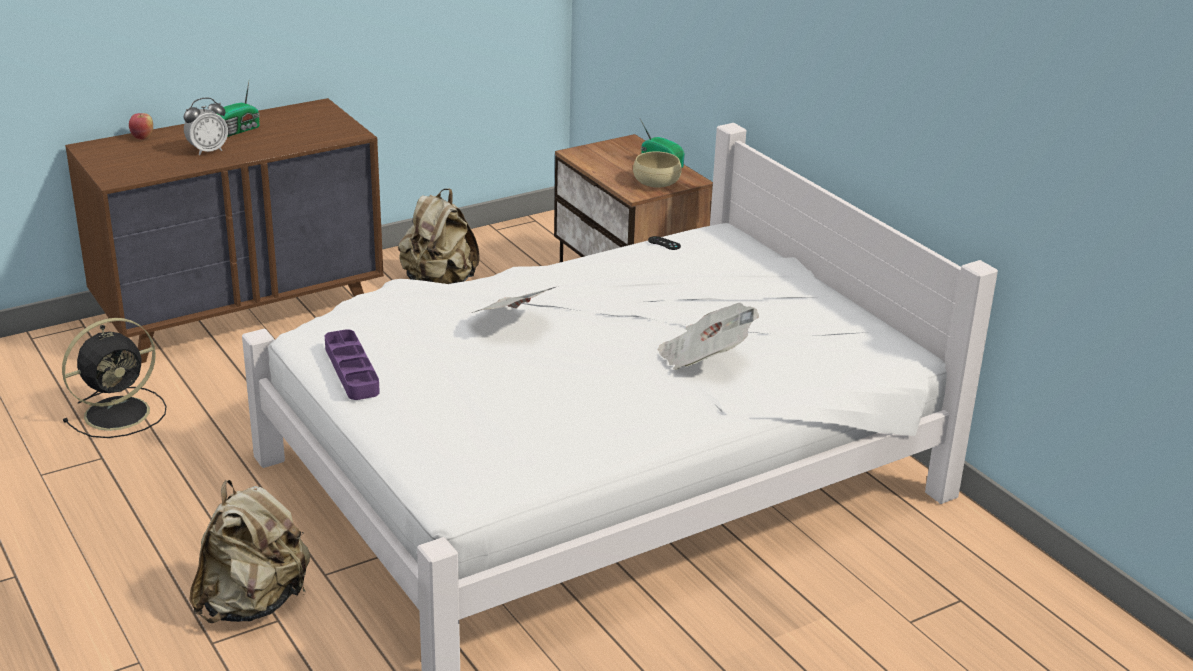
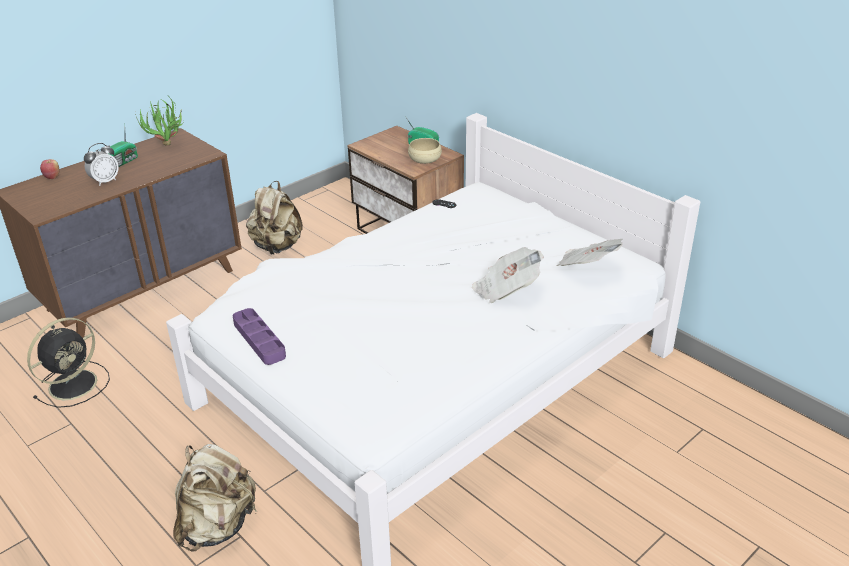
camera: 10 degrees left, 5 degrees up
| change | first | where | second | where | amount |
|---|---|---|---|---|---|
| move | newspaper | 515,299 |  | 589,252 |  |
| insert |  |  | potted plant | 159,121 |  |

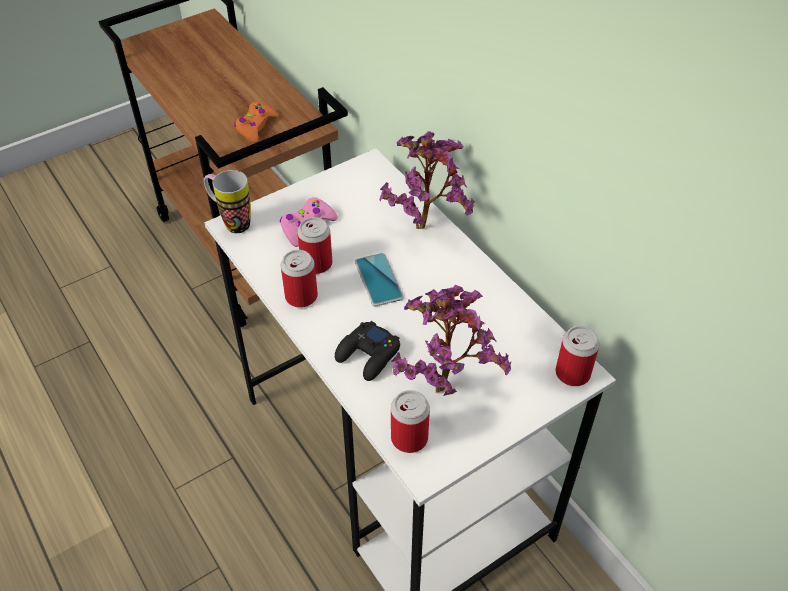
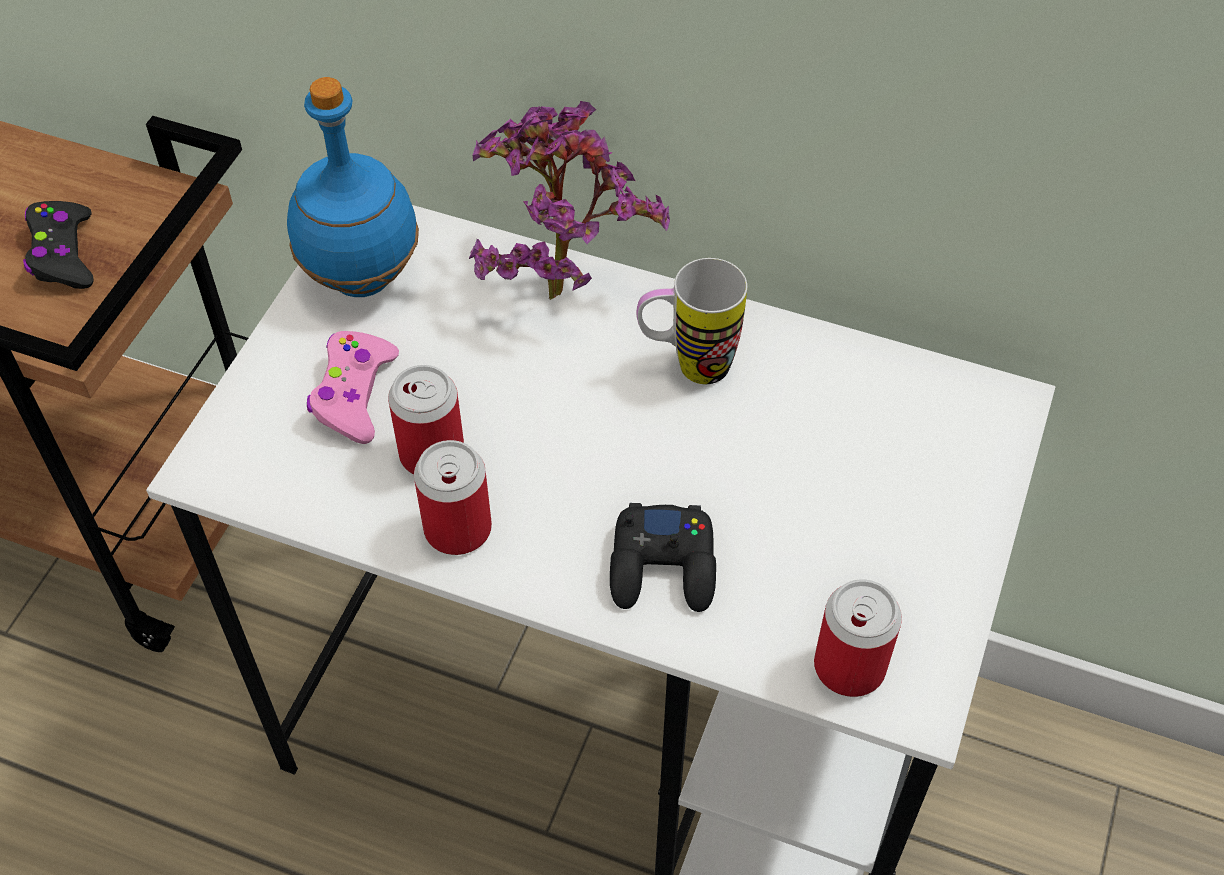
camera: 35 degrees left, 5 degrees up
| change | first | where | second | where | amount |
|---|---|---|---|---|---|
| recolor | game controller in orange | 256,123 | game controller in black | 58,245 |  |
| move | mug | 227,201 |  | 692,321 |  |
| delete | phone | 379,279 |  |  |  |
| delete | potted plant | 451,340 |  |  |  |
| delete | can | 577,356 |  |  |  |
| insert |  |  | bottle in blue | 353,187 |  |

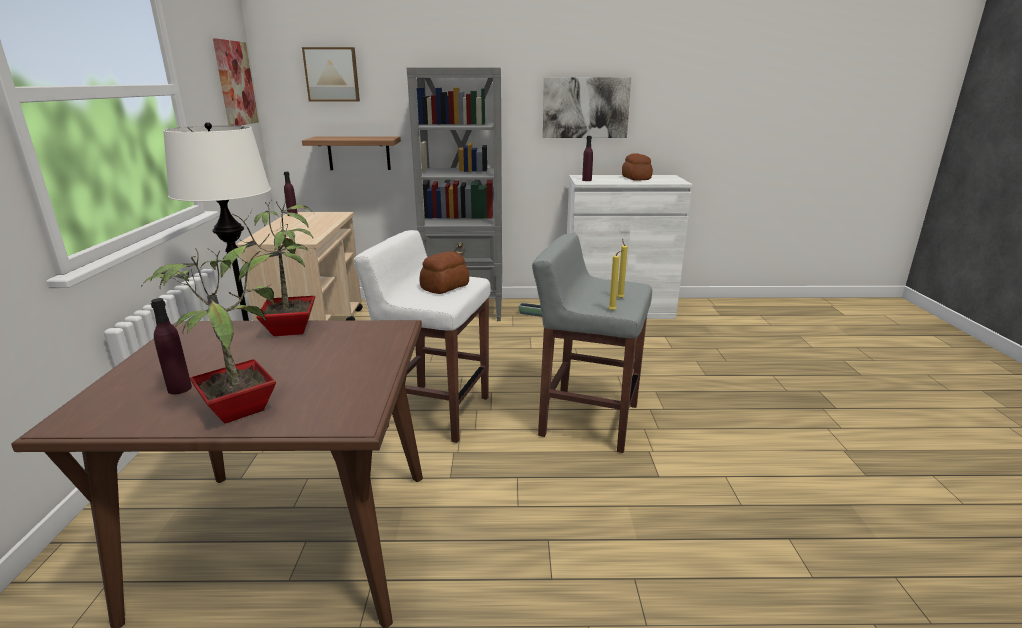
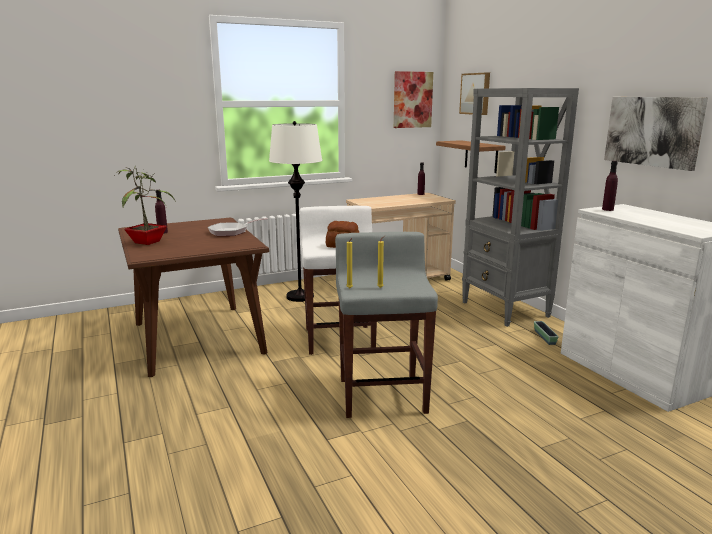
camera: 65 degrees right, 5 degrees down
| change | first | where | second | where | amount |
|---|---|---|---|---|---|
| delete | bread | 637,167 |  |  |  |
| replace | potted plant | 267,267 | frying pan | 238,227 |  |

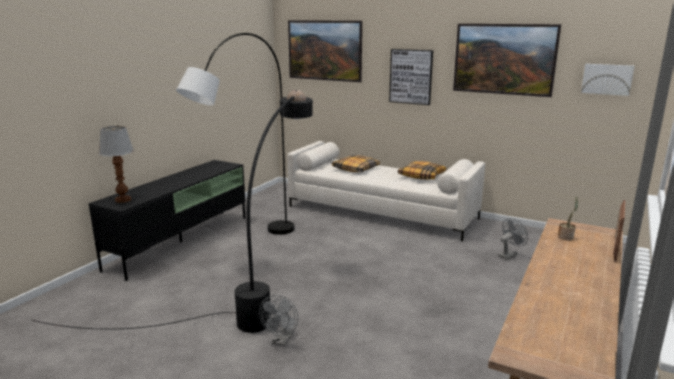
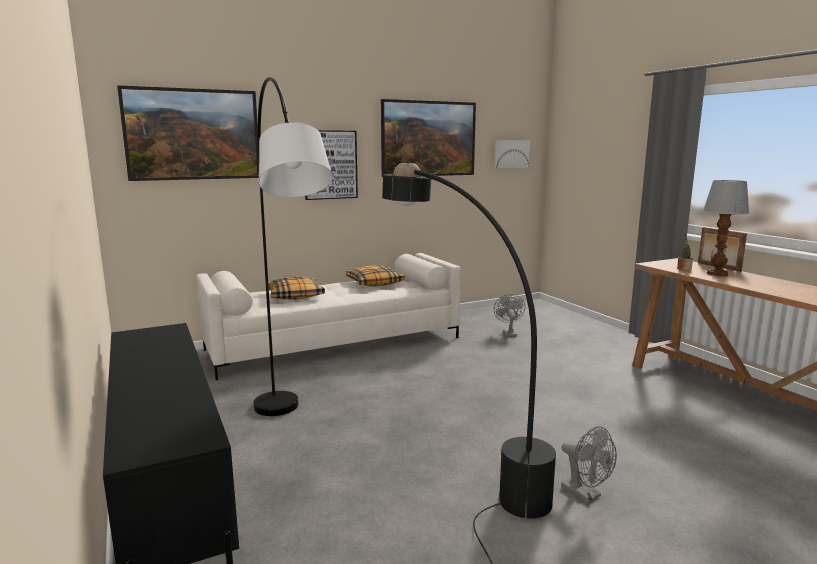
camera: 55 degrees left, 5 degrees down
| change | first | where | second | where | amount |
|---|---|---|---|---|---|
| move | table lamp | 116,164 |  | 726,228 |  |

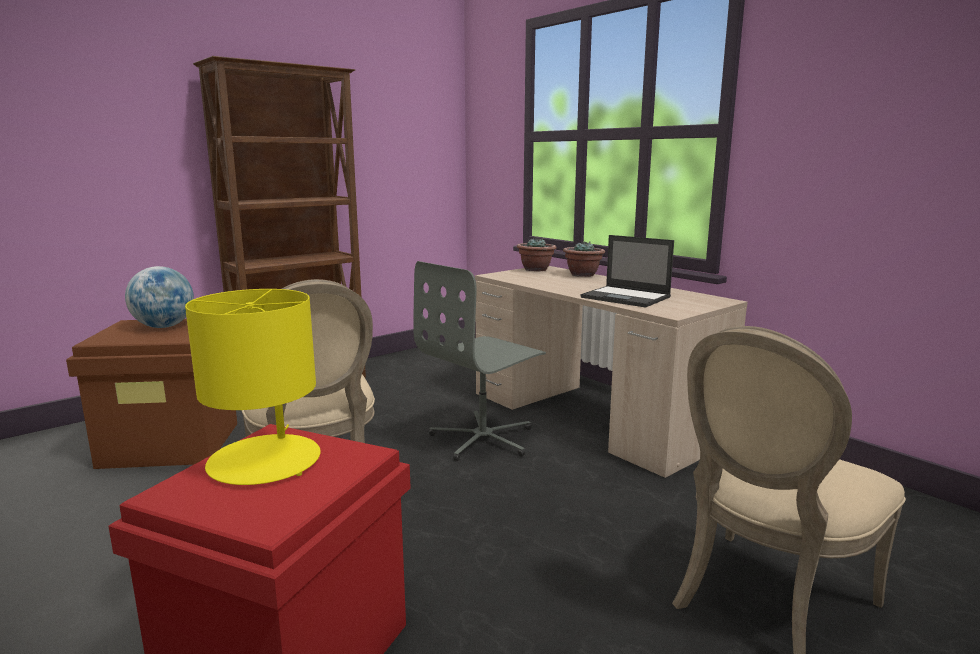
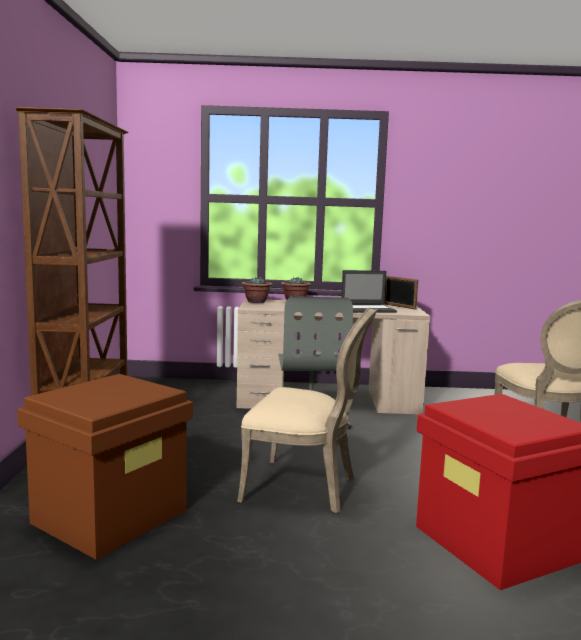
camera: 50 degrees left, 5 degrees down
| change | first | where | second | where | amount |
|---|---|---|---|---|---|
| delete | globe | 159,297 |  |  |  |
| delete | table lamp in yellow | 253,387 |  |  |  |
| insert |  |  | picture frame | 401,293 |  |

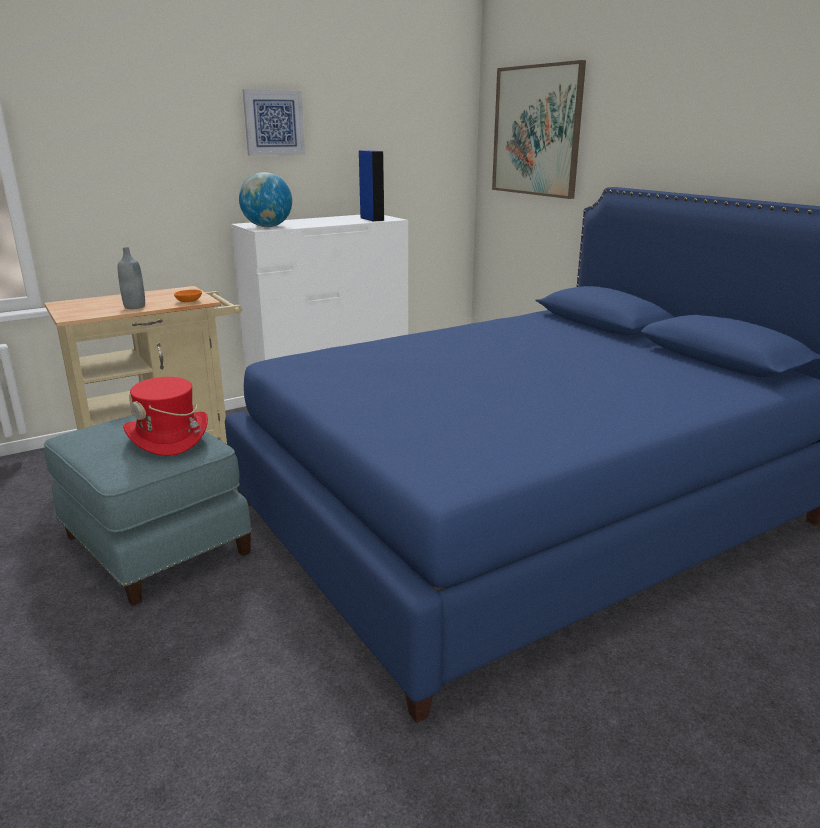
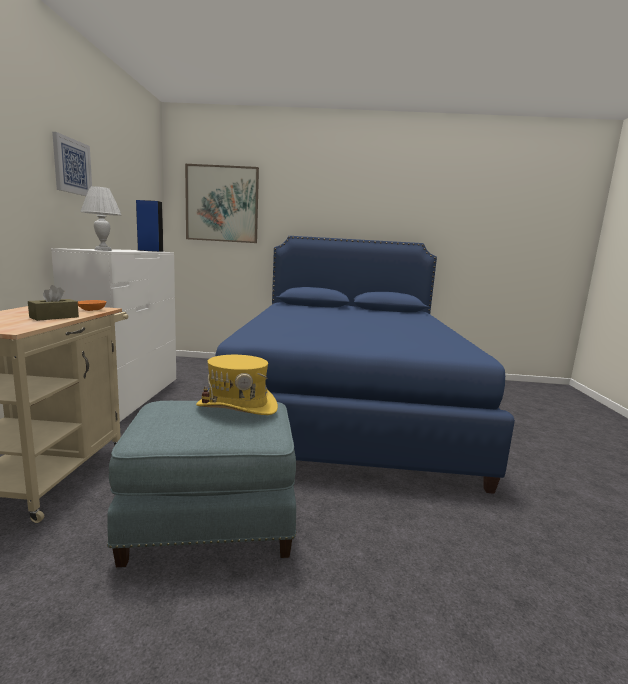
camera: 55 degrees left, 10 degrees down
| change | first | where | second | where | amount |
|---|---|---|---|---|---|
| replace | globe | 265,199 | table lamp in white | 100,218 |  |
| replace | bottle in grey | 131,278 | tissue box in brown | 53,303 |  |
| recolor | hat in red | 165,416 | hat in yellow | 237,385 |  |

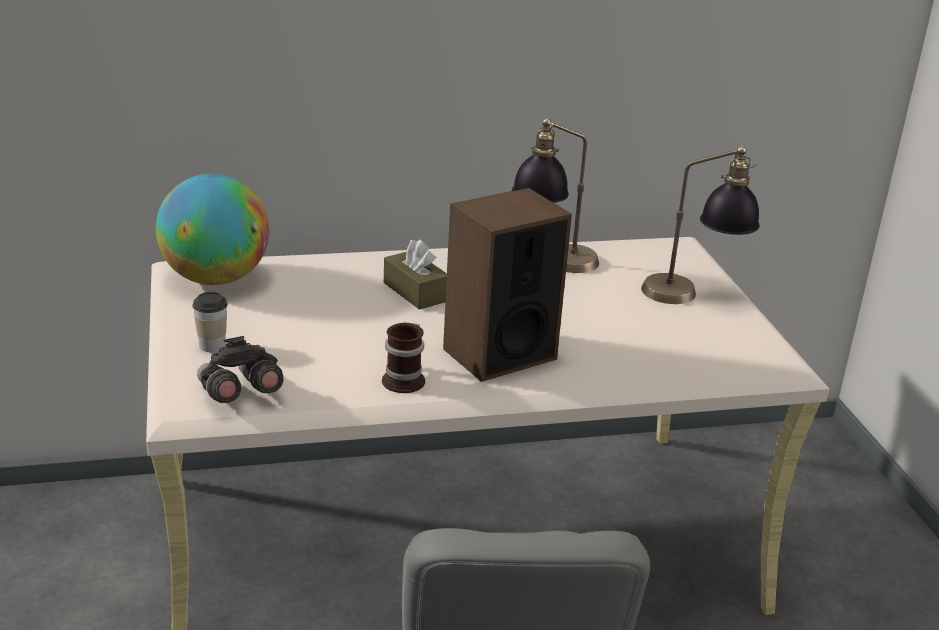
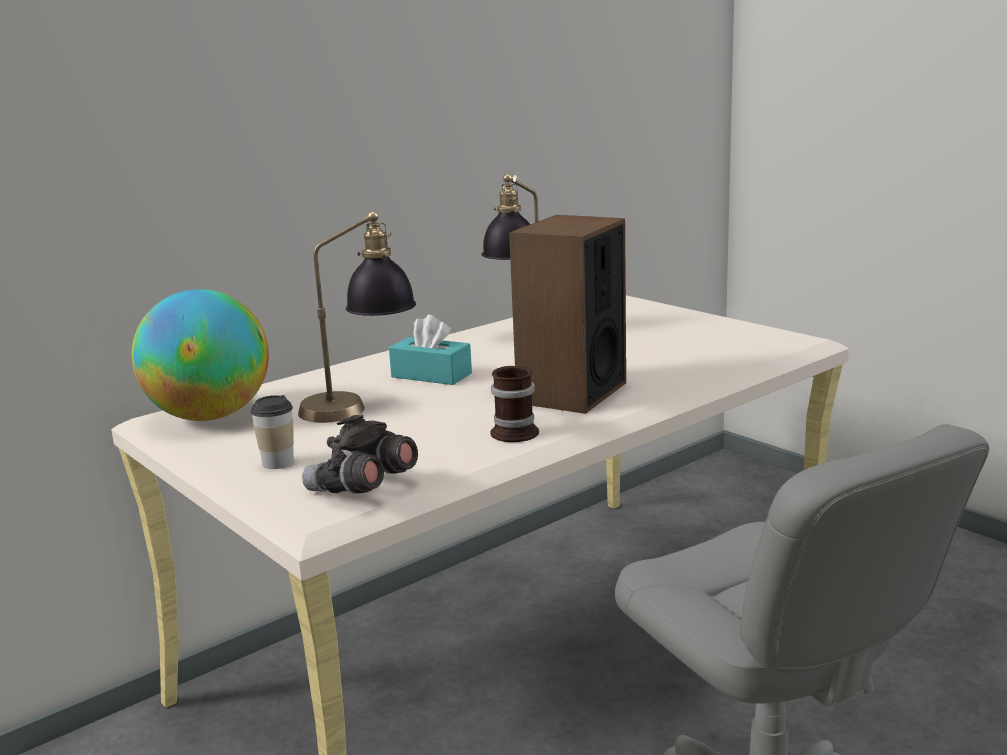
camera: 25 degrees left, 10 degrees down
| change | first | where | second | where | amount |
|---|---|---|---|---|---|
| move | table lamp | 700,224 |  | 357,317 |  |
| recolor | tissue box in brown | 415,275 | tissue box in turquoise | 430,350 |  |

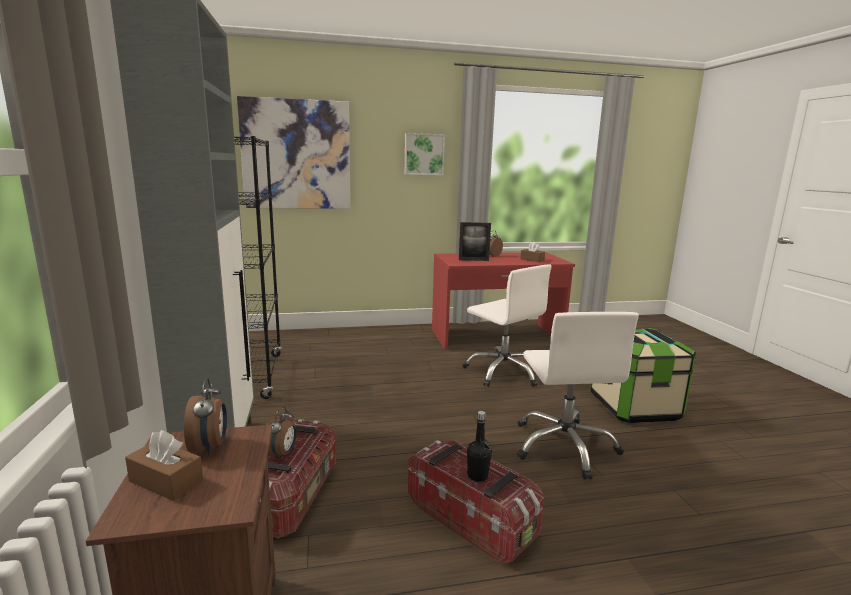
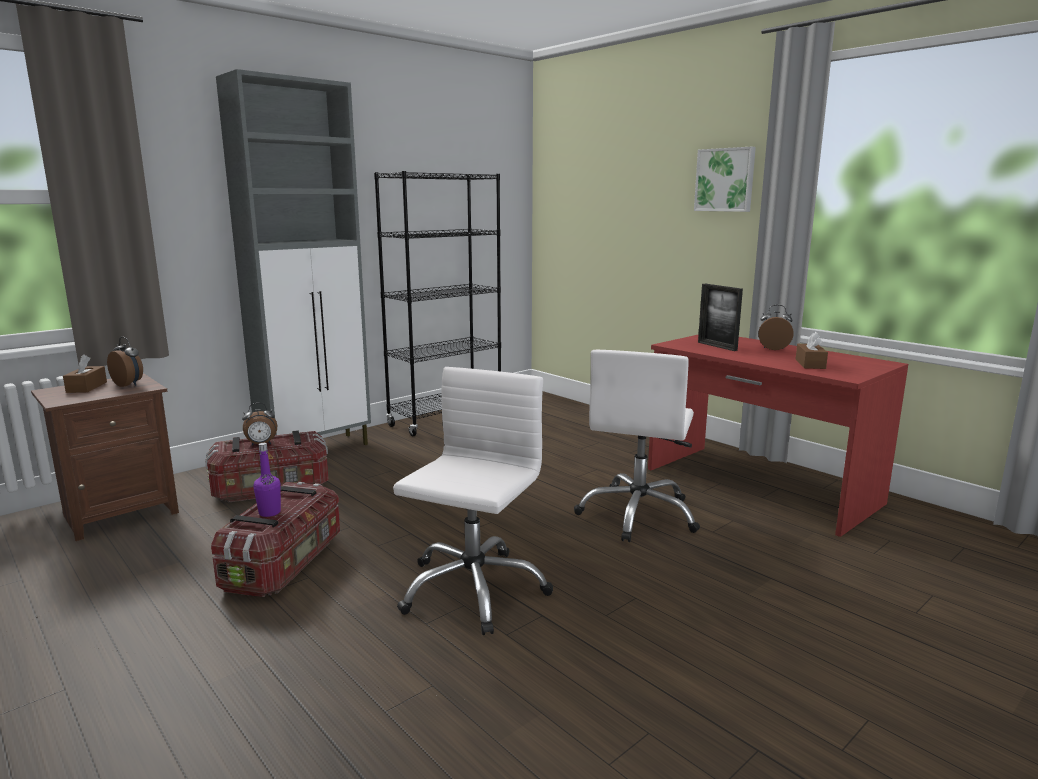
camera: 60 degrees right, 0 degrees up
| change | first | where | second | where | amount |
|---|---|---|---|---|---|
| delete | picture | 294,152 |  |  |  |
| rotate | office chair in white | 578,396 |  | 473,501 | 150 degrees clockwise |
| delete | storage box | 643,375 |  |  |  |
| rotate | alarm clock | 205,416 |  | 125,362 | 105 degrees counterclockwise |
| recolor | bottle in black | 479,446 | bottle in purple | 267,480 |  |

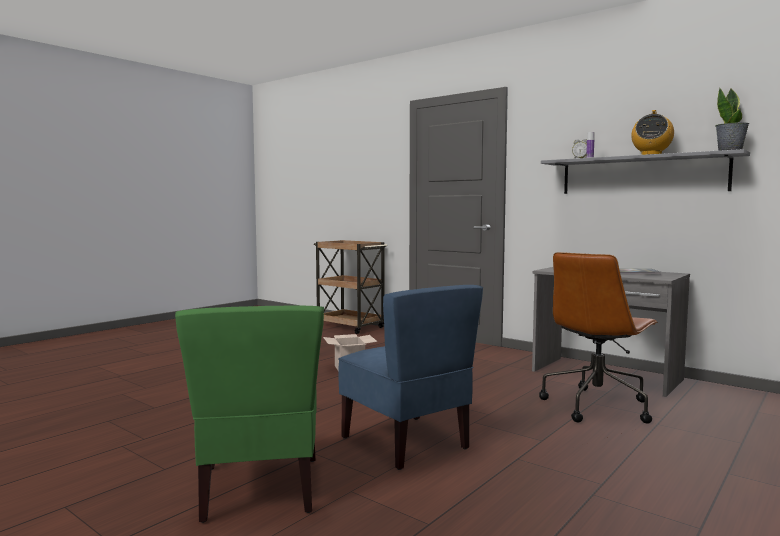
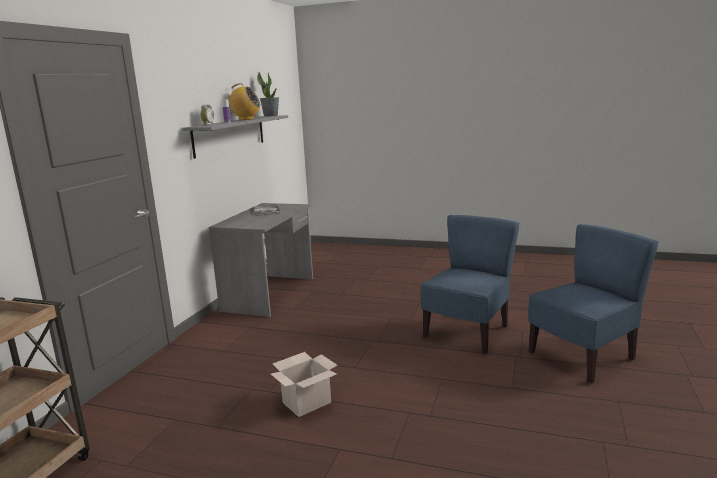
camera: 110 degrees left, 10 degrees up
| change | first | where | second | where | amount |
|---|---|---|---|---|---|
| delete | office chair in brown | 598,338 |  |  |  |
| recolor | chair in green | 249,414 | chair in blue | 593,304 |  |

